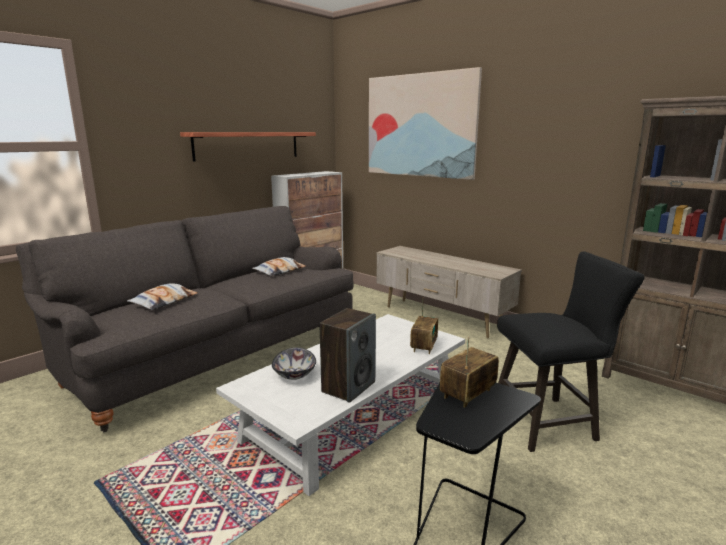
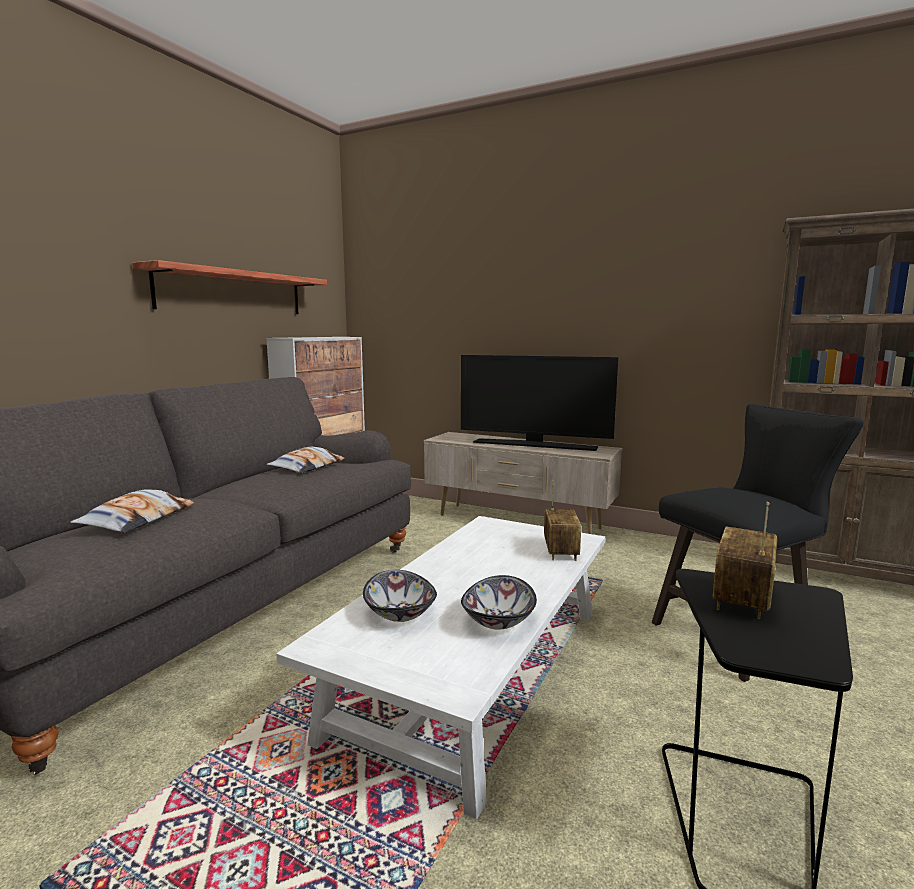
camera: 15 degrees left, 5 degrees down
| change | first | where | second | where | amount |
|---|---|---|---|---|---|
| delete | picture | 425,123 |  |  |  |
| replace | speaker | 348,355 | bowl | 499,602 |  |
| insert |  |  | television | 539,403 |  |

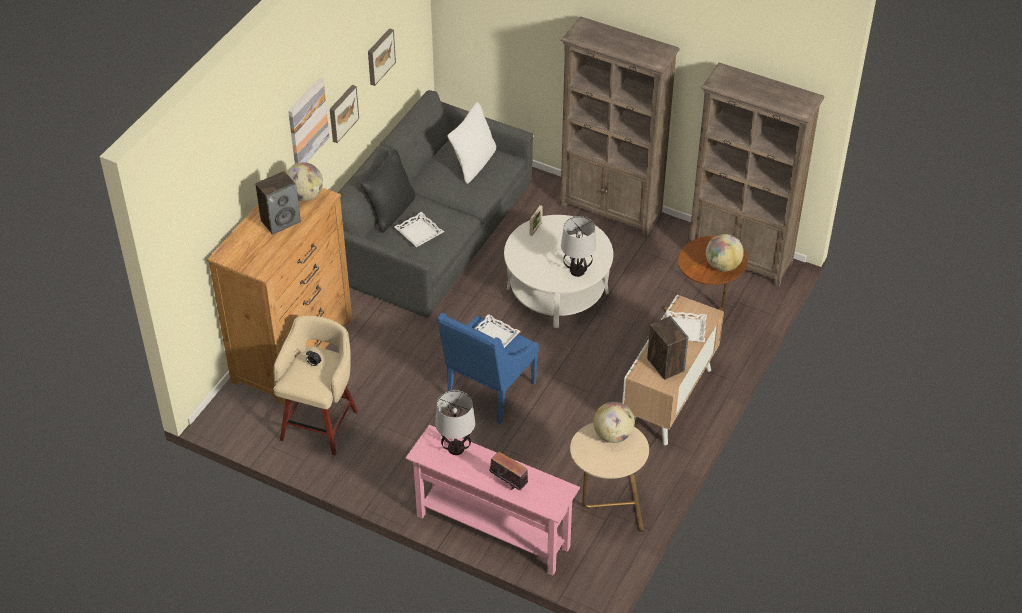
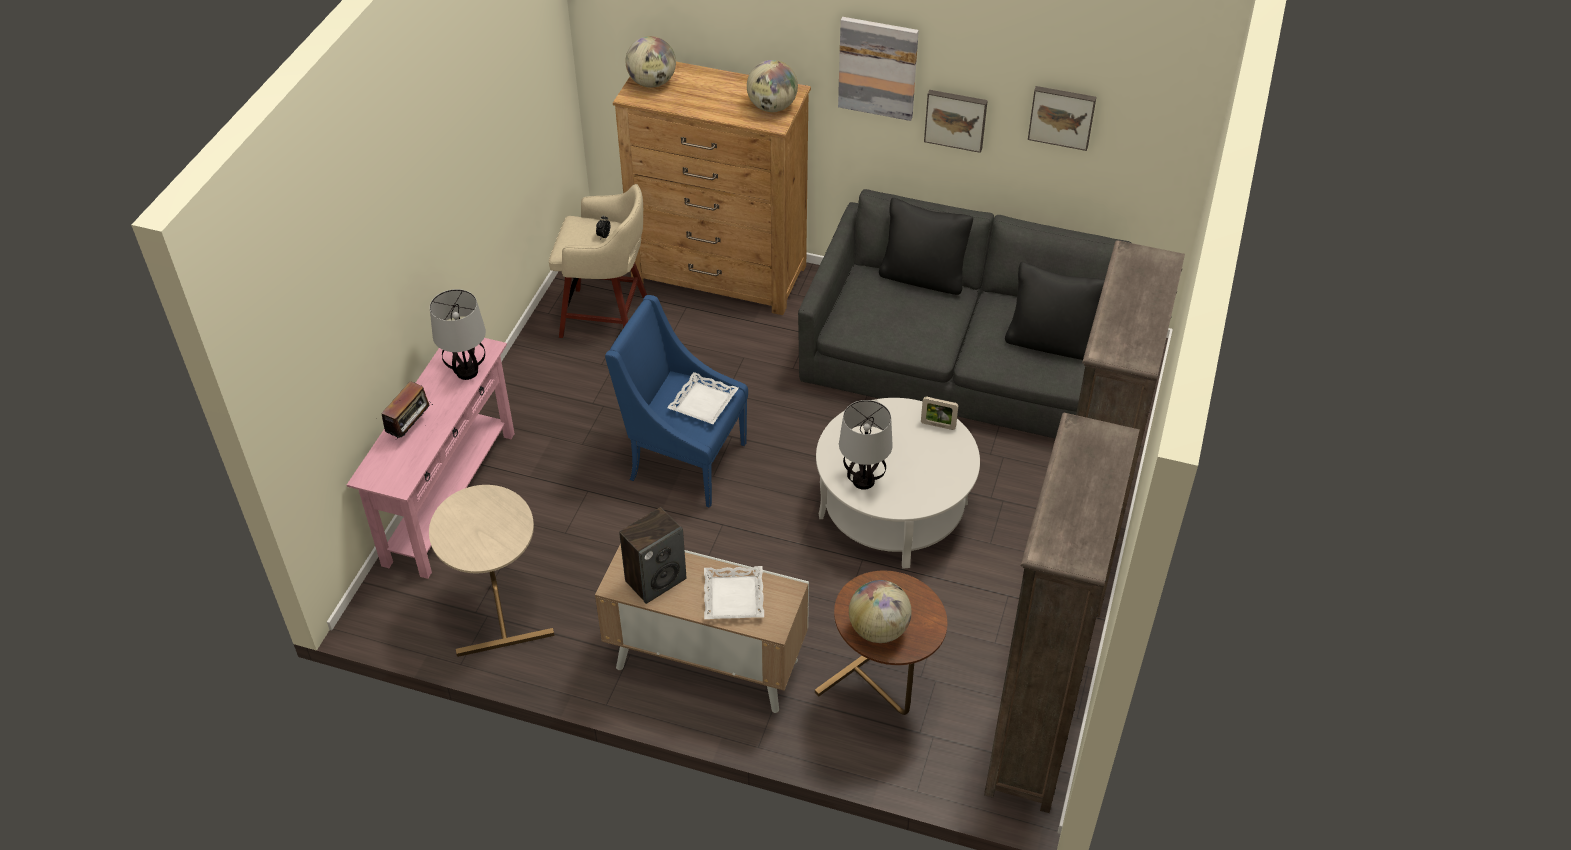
camera: 80 degrees right, 0 degrees up
| change | first | where | second | where | amount |
|---|---|---|---|---|---|
| recolor | pillow in white | 471,143 | pillow in black | 1055,311 |  |
| delete | speaker | 278,203 |  |  |  |
| delete | tray in white | 419,229 |  |  |  |
| move | globe | 614,422 |  | 651,62 |  |

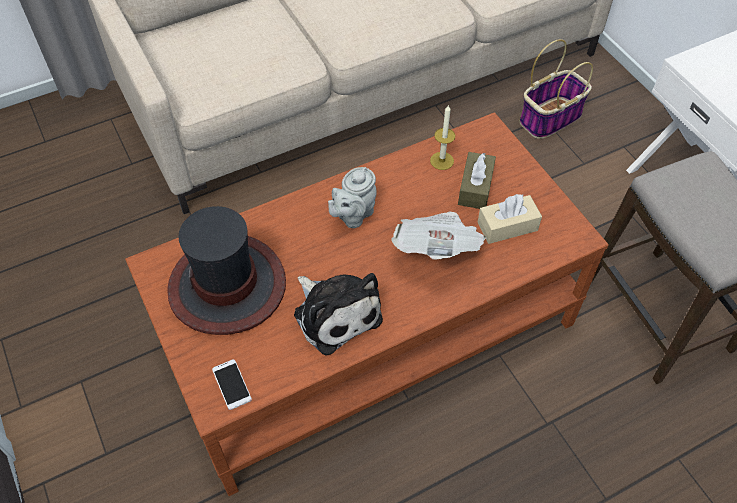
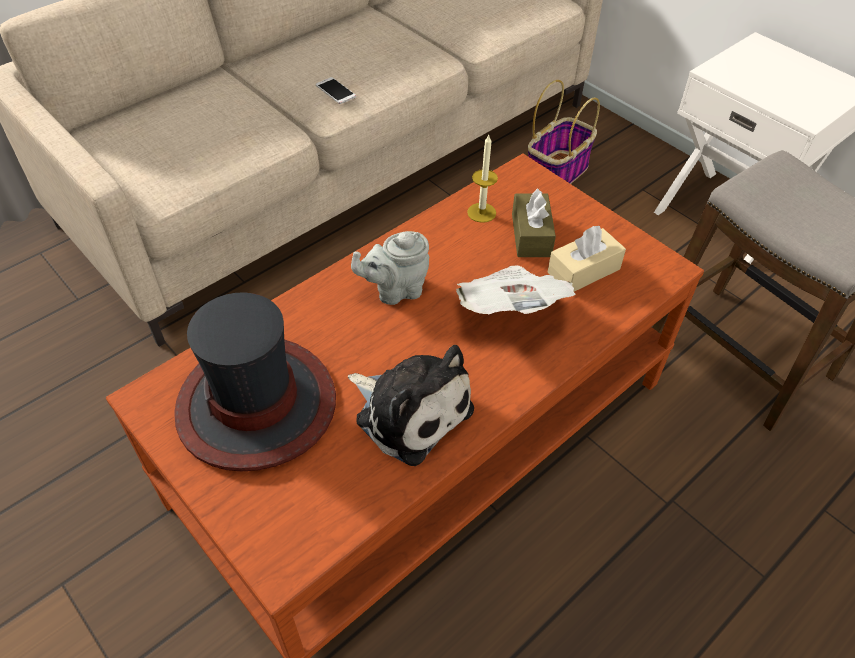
camera: 15 degrees left, 5 degrees down
| change | first | where | second | where | amount |
|---|---|---|---|---|---|
| rotate | teapot in grey | 352,197 |  | 390,268 | 45 degrees clockwise |
| move | phone | 232,384 |  | 336,90 |  |

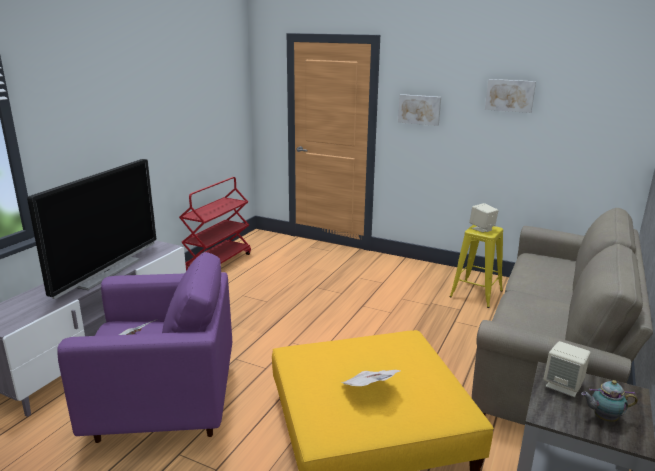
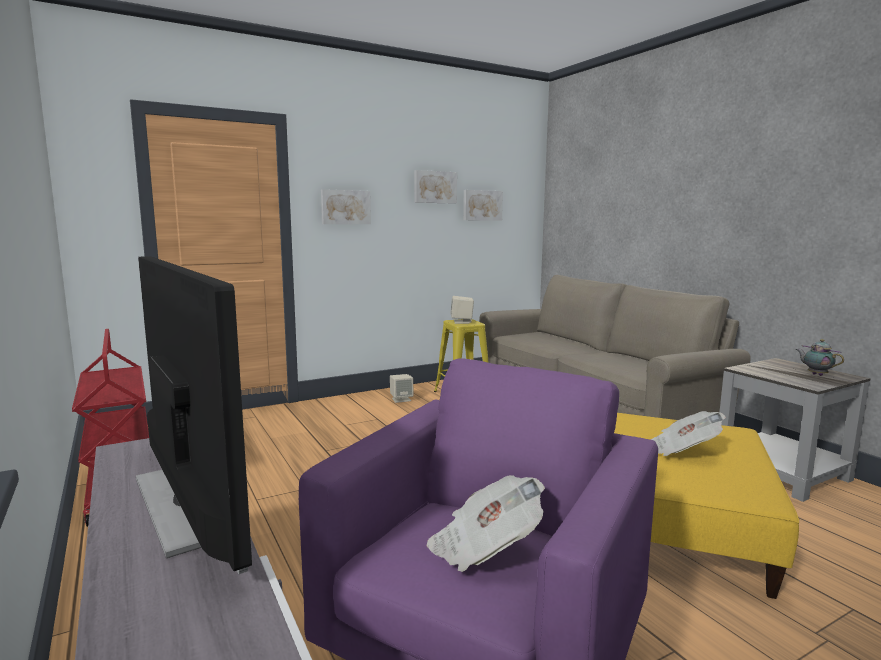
camera: 55 degrees left, 10 degrees down
| change | first | where | second | where | amount |
|---|---|---|---|---|---|
| move | speaker in beige | 567,369 |  | 402,388 |  |
| rotate | teapot | 609,401 |  | 820,357 | 105 degrees clockwise |
| insert |  |  | picture | 483,205 |  |

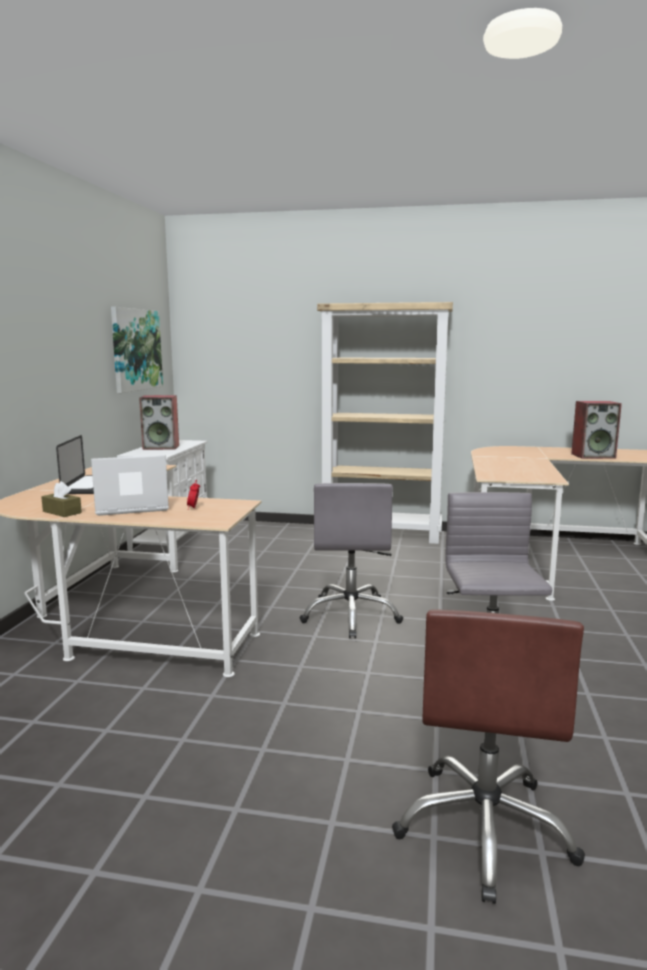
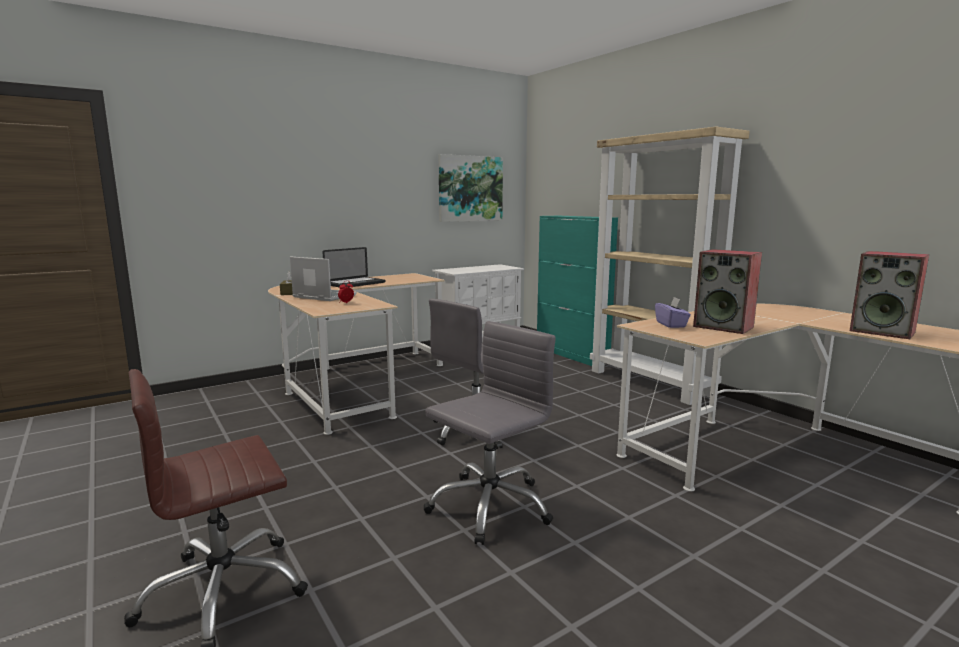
camera: 45 degrees right, 0 degrees up
| change | first | where | second | where | amount |
|---|---|---|---|---|---|
| move | speaker | 159,422 |  | 727,291 |  |
| insert |  |  | cabinet in turquoise | 577,291 |  |
| insert |  |  | tissue box in purple | 673,312 |  |

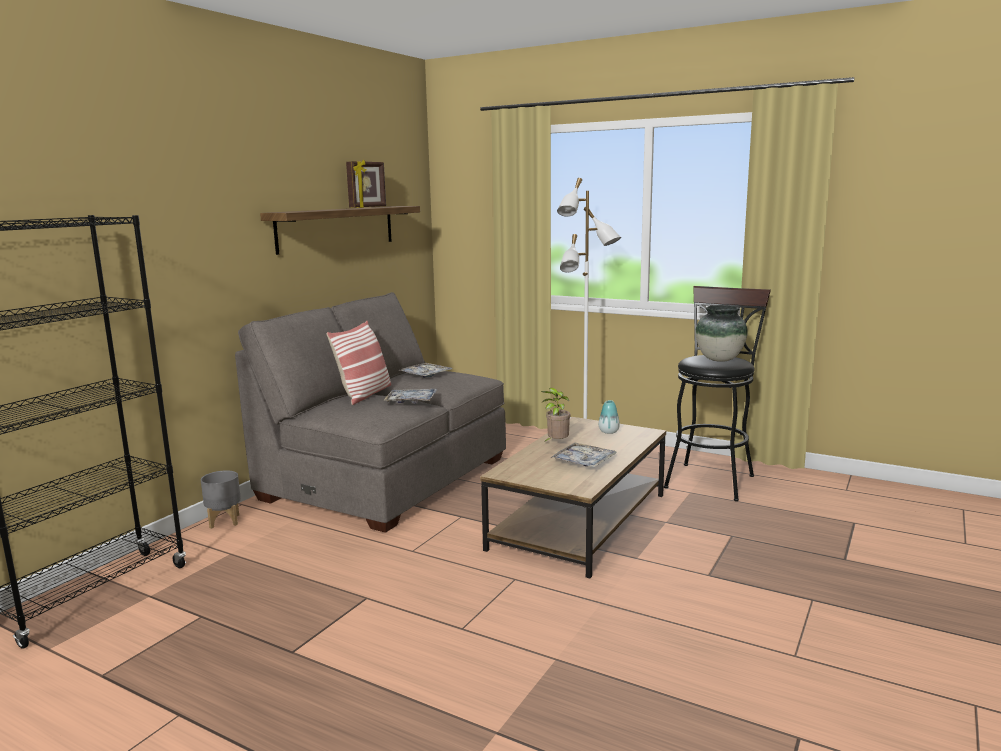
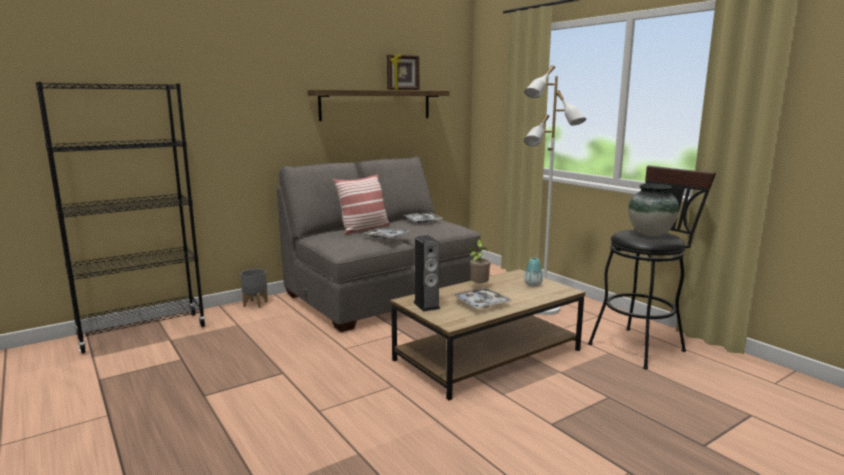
camera: 25 degrees right, 0 degrees up
| change | first | where | second | where | amount |
|---|---|---|---|---|---|
| insert |  |  | speaker | 427,273 |  |

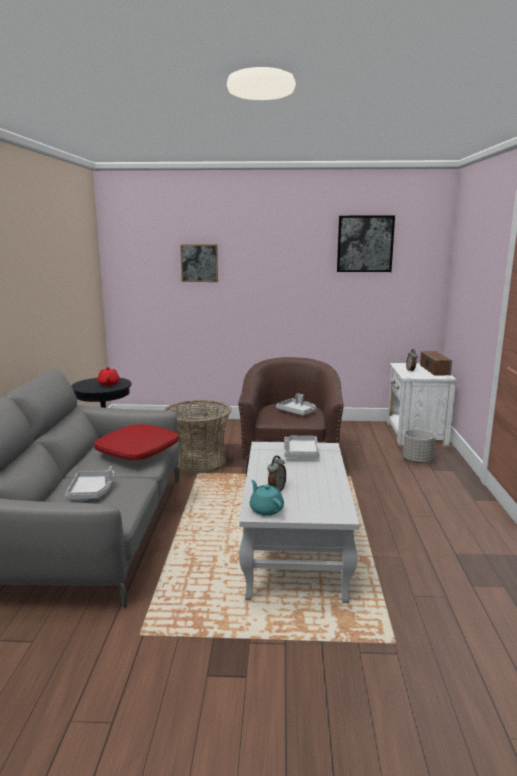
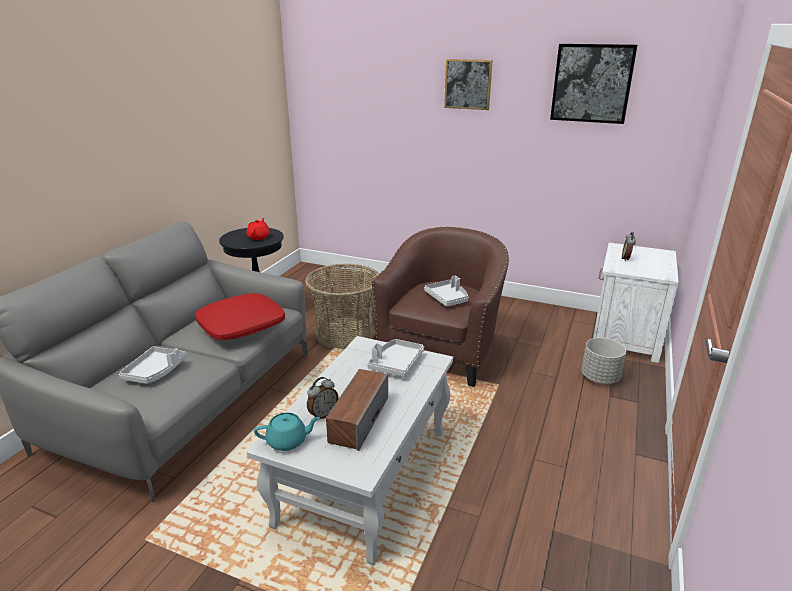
camera: 20 degrees right, 10 degrees up
| change | first | where | second | where | amount |
|---|---|---|---|---|---|
| move | picture | 199,263 |  | 468,84 |  |
| move | speaker | 436,363 |  | 357,410 |  |
| rotate | teapot in turquoise | 267,498 |  | 287,432 | 90 degrees clockwise |

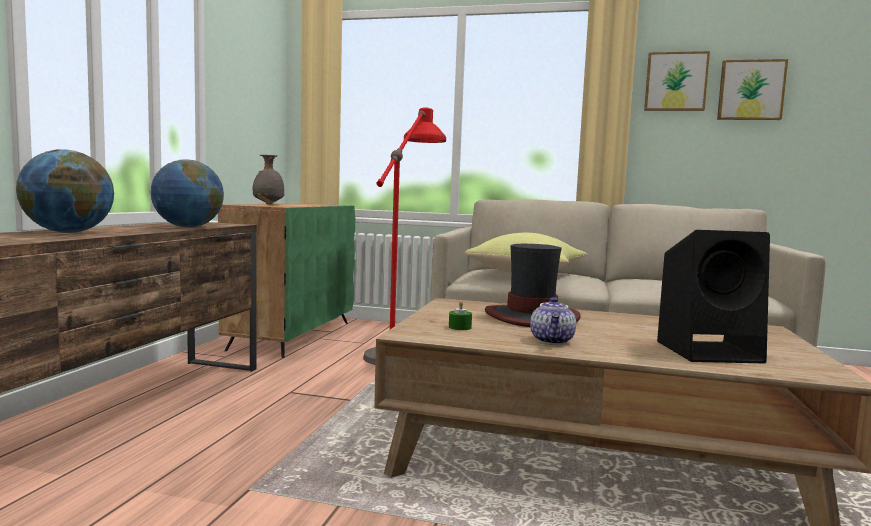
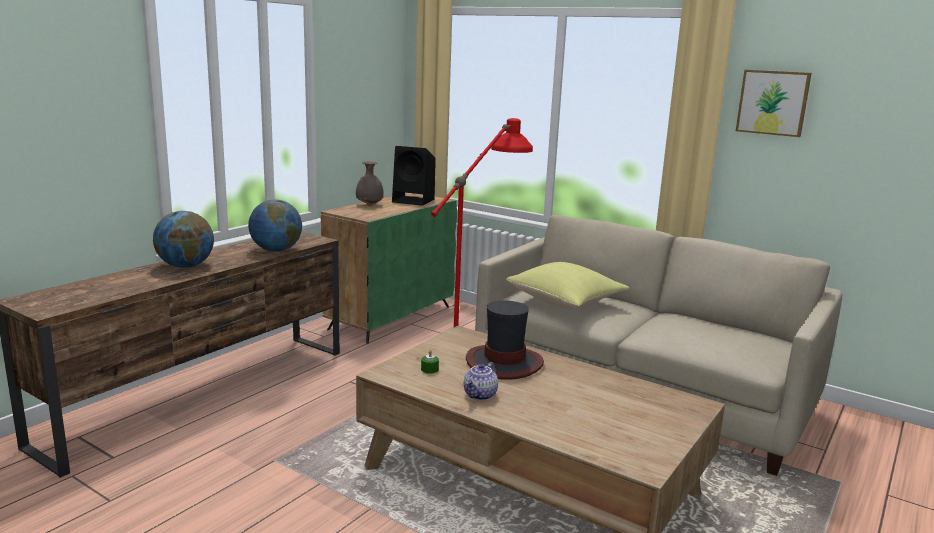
camera: 20 degrees right, 10 degrees up
| change | first | where | second | where | amount |
|---|---|---|---|---|---|
| delete | picture | 752,89 |  |  |  |
| move | speaker in black | 713,296 |  | 414,176 |  |

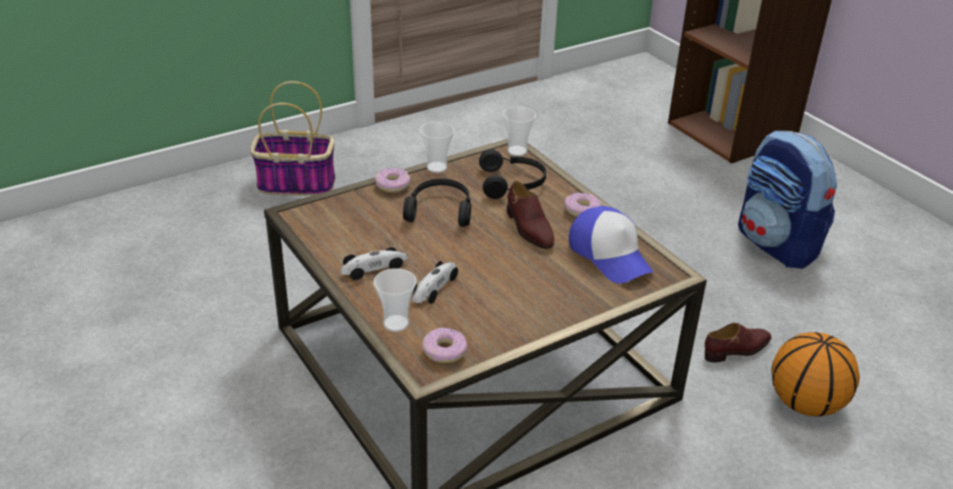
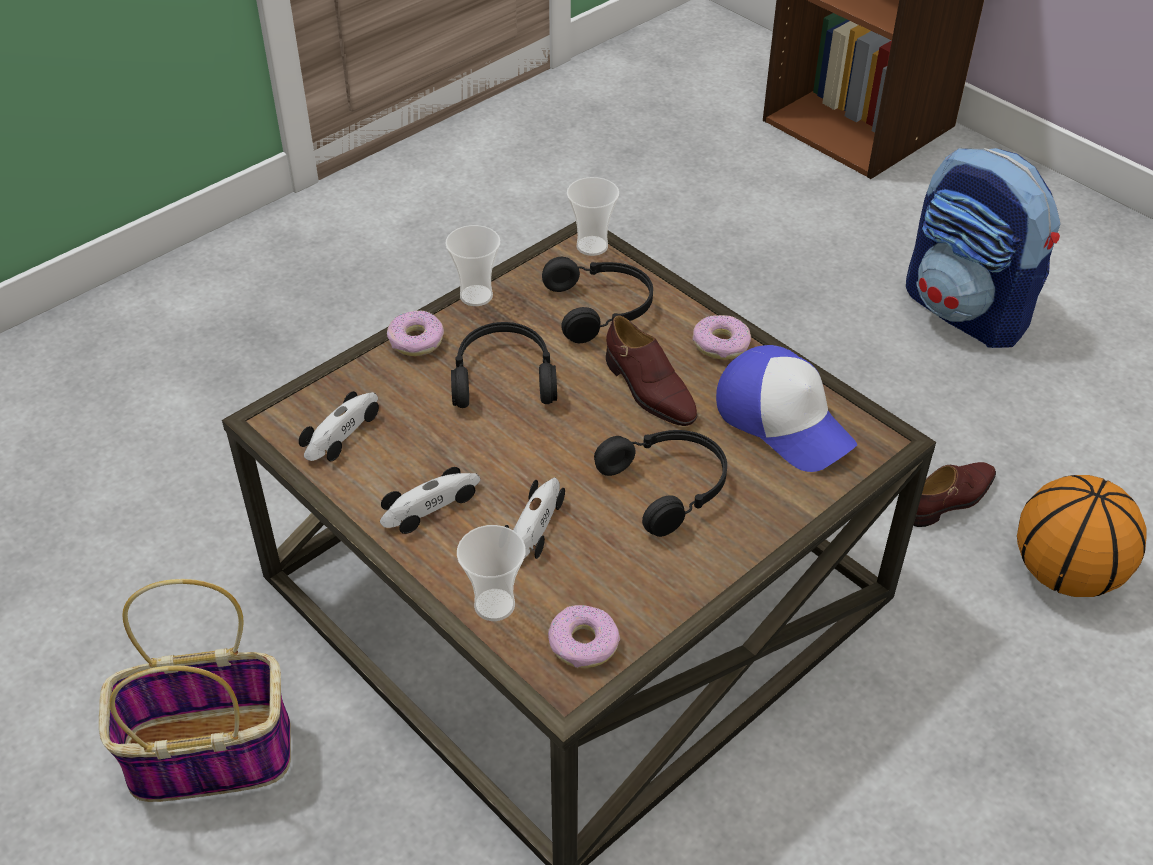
camera: 10 degrees left, 10 degrees up
| change | first | where | second | where | amount |
|---|---|---|---|---|---|
| move | basket | 293,138 |  | 195,690 |  |
| insert |  |  | toy car | 339,426 |  |
| insert |  |  | headphones in black | 660,483 |  |

